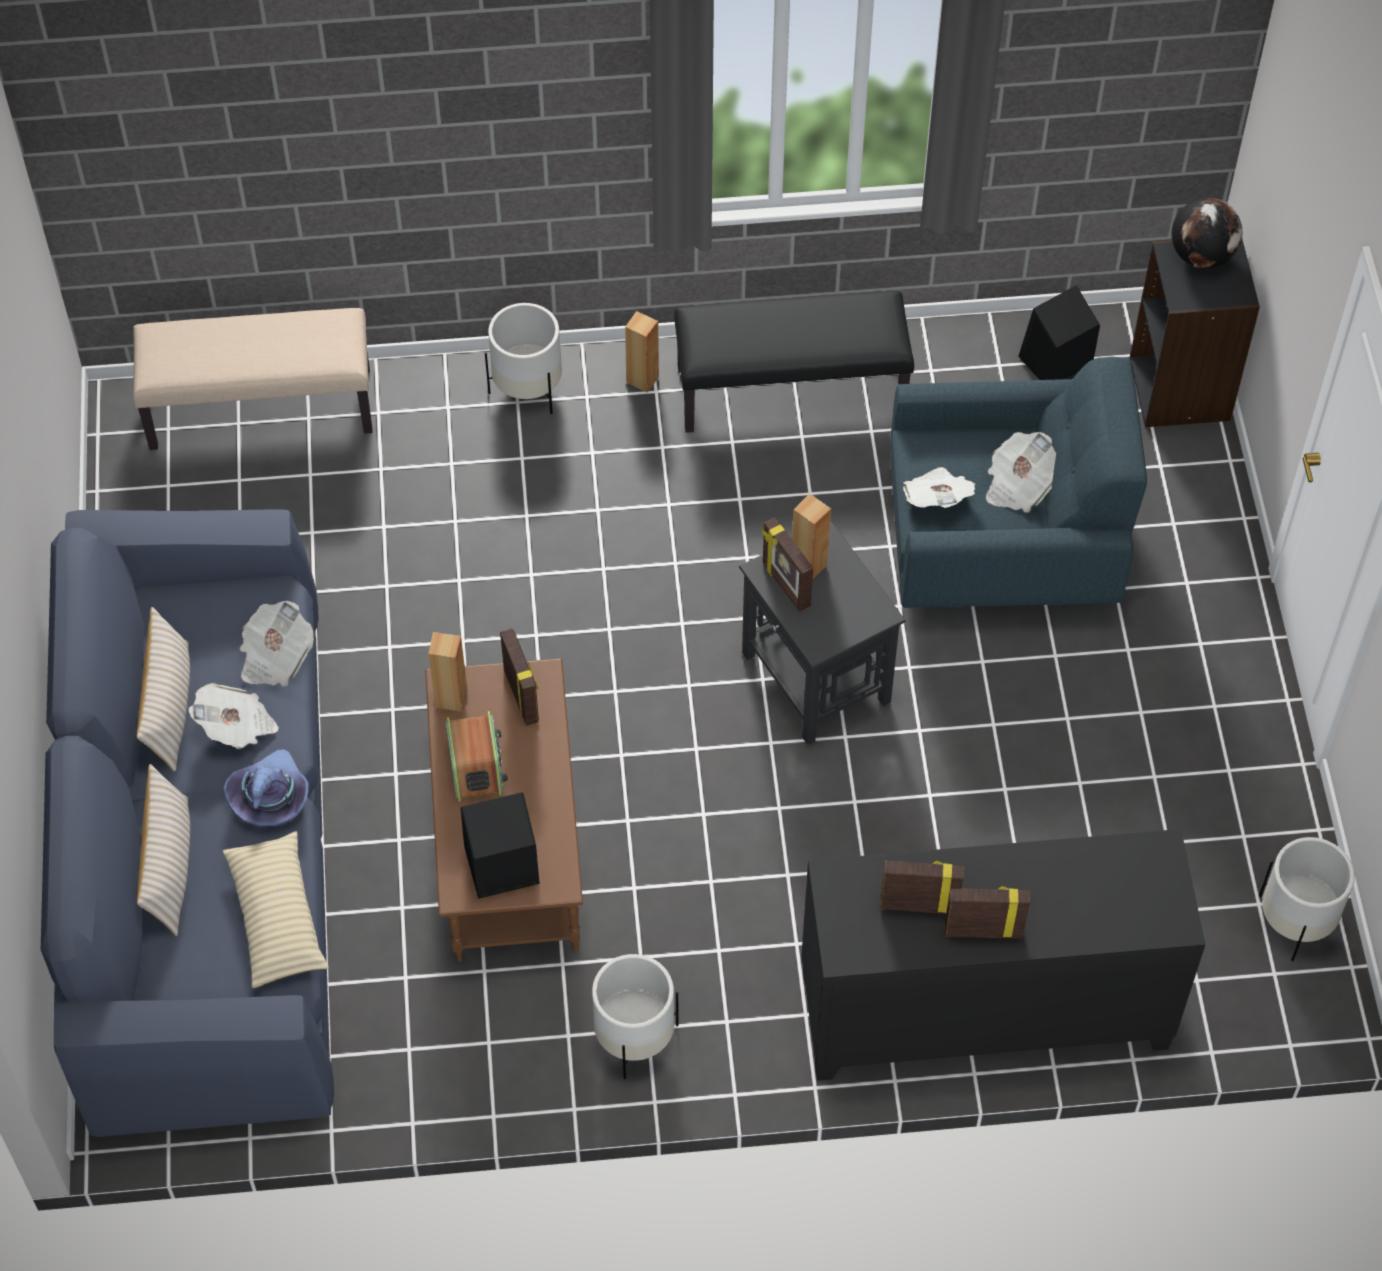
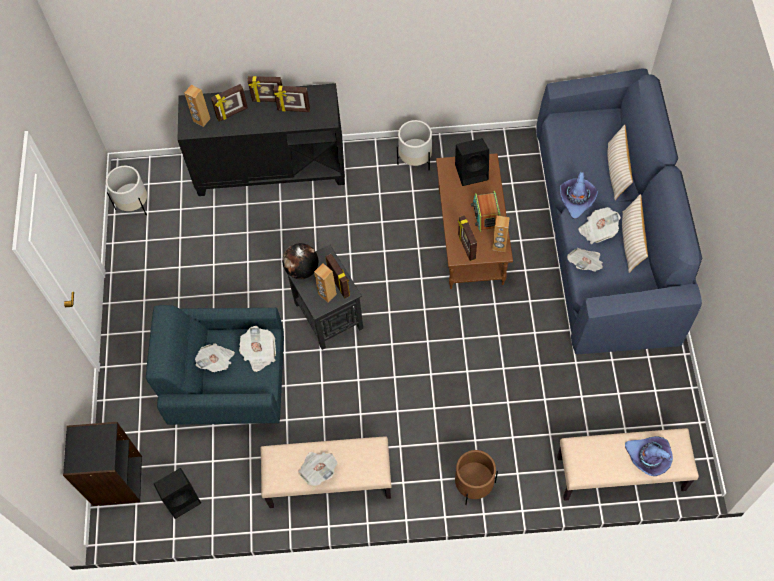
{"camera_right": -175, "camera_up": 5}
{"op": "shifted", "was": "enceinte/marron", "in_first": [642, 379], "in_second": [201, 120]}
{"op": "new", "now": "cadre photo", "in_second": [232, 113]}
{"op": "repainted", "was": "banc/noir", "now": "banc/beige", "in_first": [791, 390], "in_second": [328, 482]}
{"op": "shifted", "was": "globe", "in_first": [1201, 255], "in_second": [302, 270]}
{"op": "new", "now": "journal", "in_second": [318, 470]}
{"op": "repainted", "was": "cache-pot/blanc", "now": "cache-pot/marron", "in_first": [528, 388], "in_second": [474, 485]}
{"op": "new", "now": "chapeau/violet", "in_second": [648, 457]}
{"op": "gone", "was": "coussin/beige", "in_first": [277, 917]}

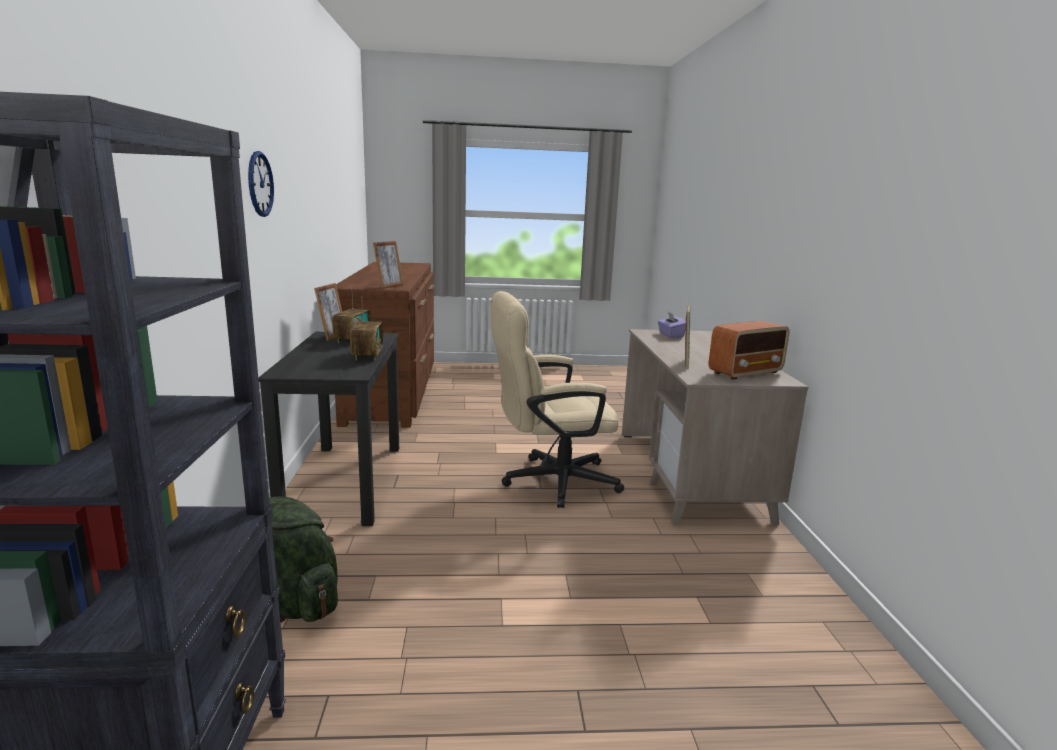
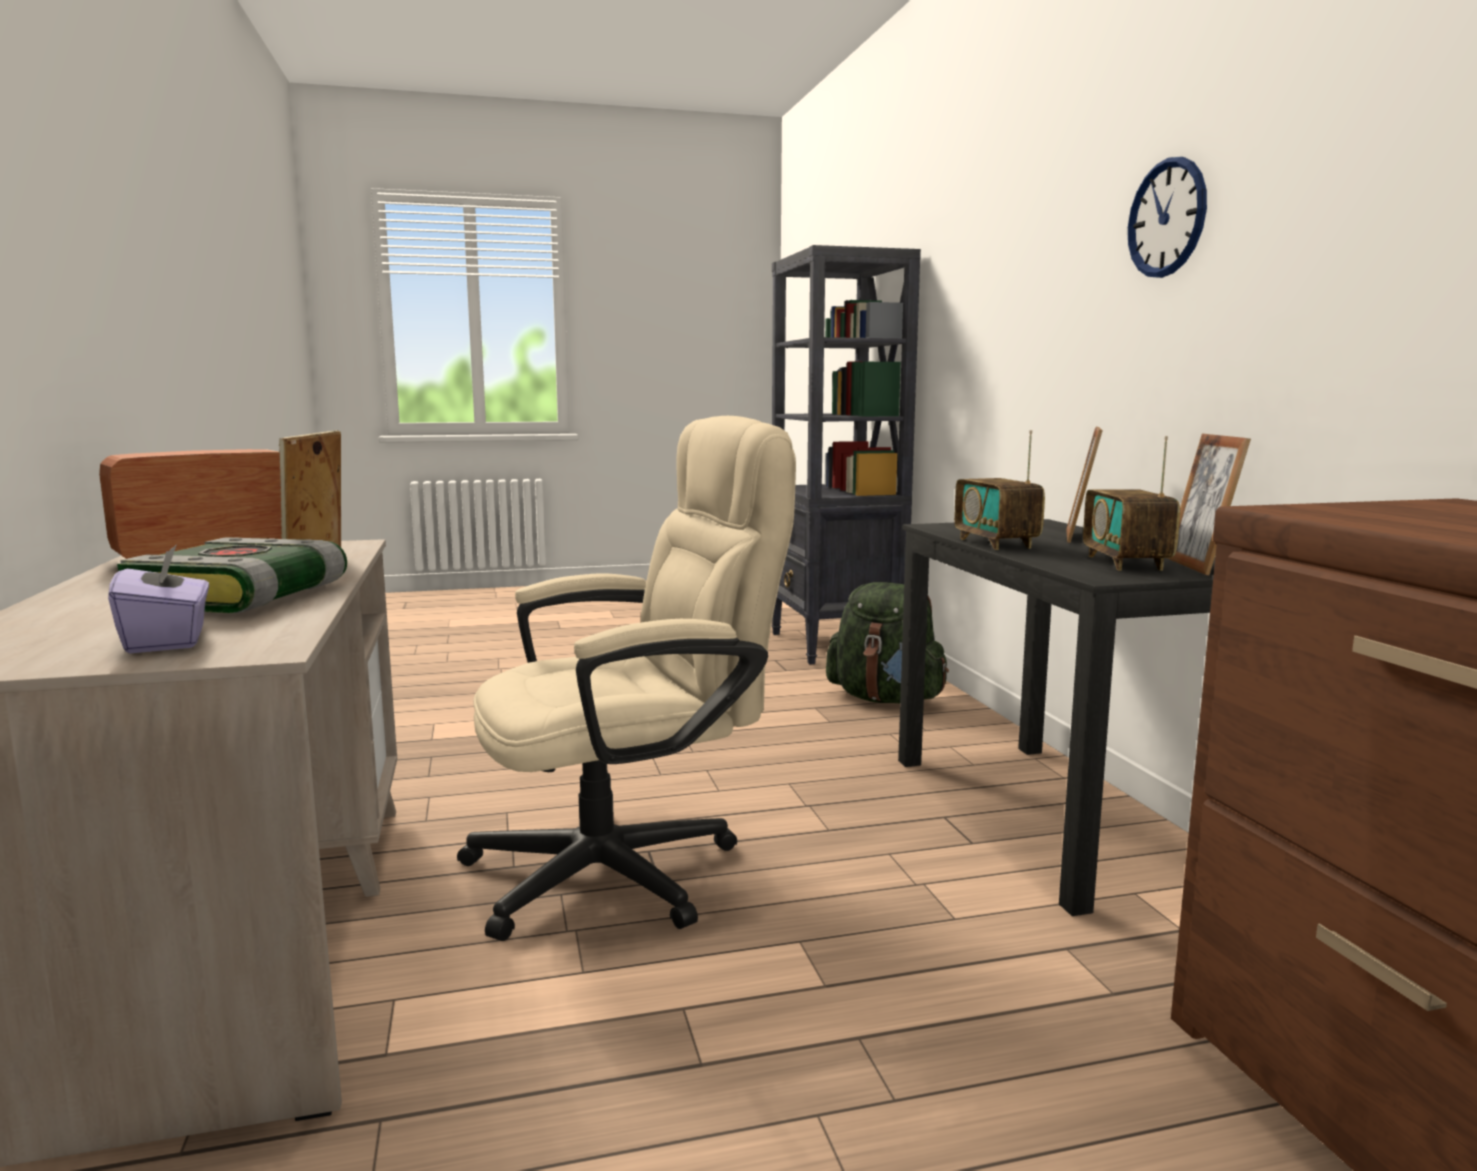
{"camera_right": 170, "camera_up": -5}
{"op": "new", "now": "livre", "in_second": [242, 598]}
{"op": "shifted", "was": "cadre photo", "in_first": [389, 286], "in_second": [1079, 537]}

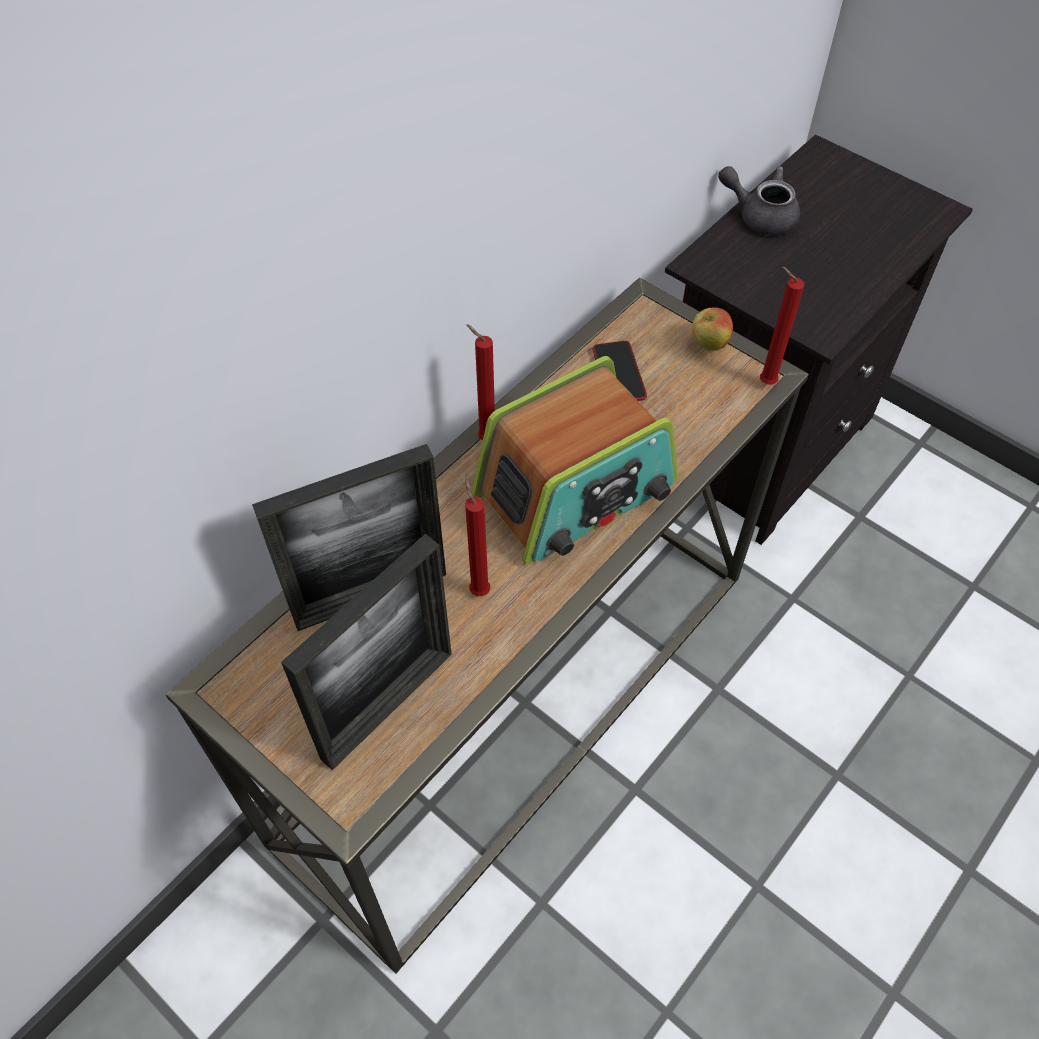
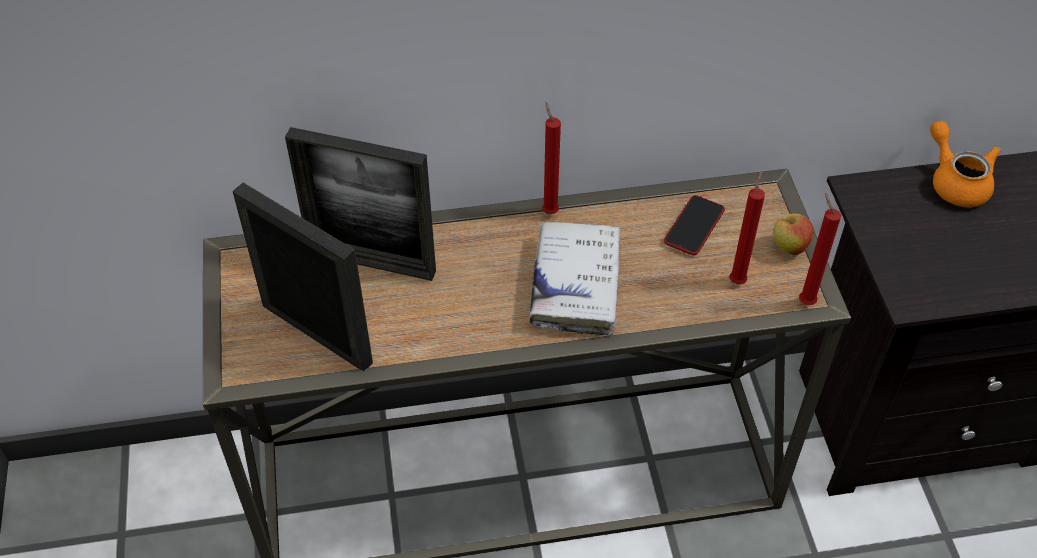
{"camera_right": 40, "camera_up": -5}
{"op": "rotated", "was": "cadre photo", "in_first": [387, 705], "in_second": [317, 334], "clockwise": -135}
{"op": "swapped", "was": "radio", "now": "livre/blanc", "in_first": [576, 491], "in_second": [575, 285]}
{"op": "shifted", "was": "bougie/rouge", "in_first": [478, 588], "in_second": [738, 280]}
{"op": "repainted", "was": "théière/gris", "now": "théière/orange", "in_first": [760, 216], "in_second": [956, 182]}

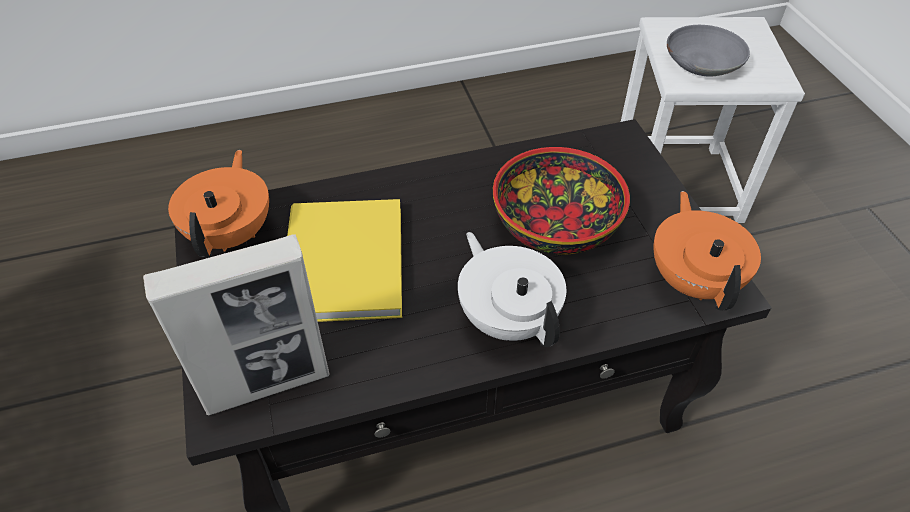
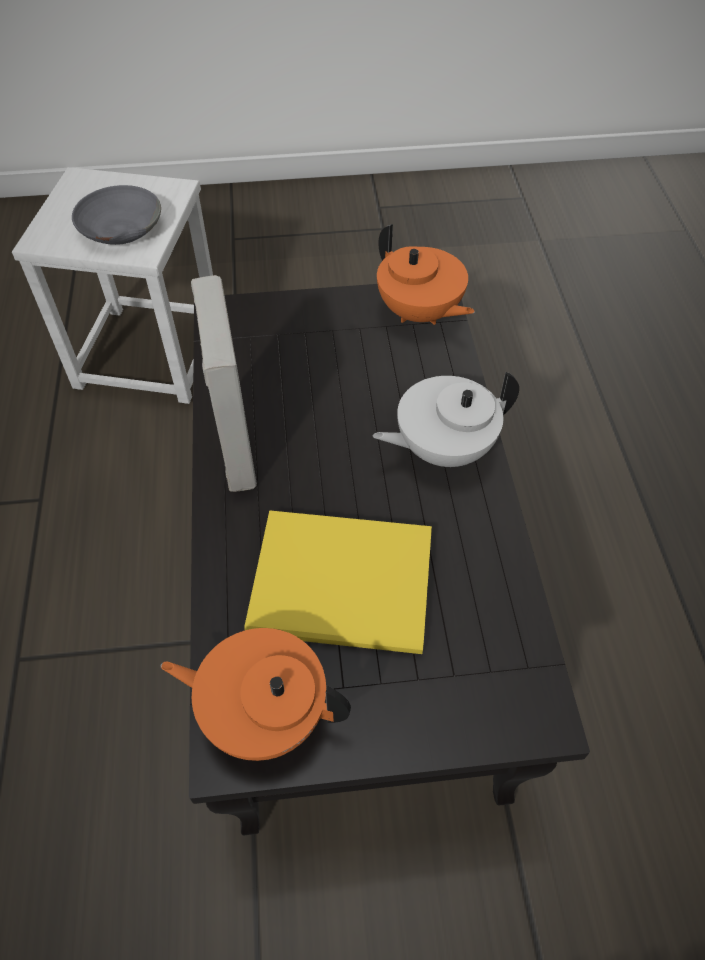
{"camera_right": -80, "camera_up": 5}
{"op": "shifted", "was": "cadre photo", "in_first": [268, 385], "in_second": [236, 446]}
{"op": "rotated", "was": "théière/orange", "in_first": [694, 280], "in_second": [419, 313], "clockwise": -135}
{"op": "gone", "was": "bol", "in_first": [557, 226]}

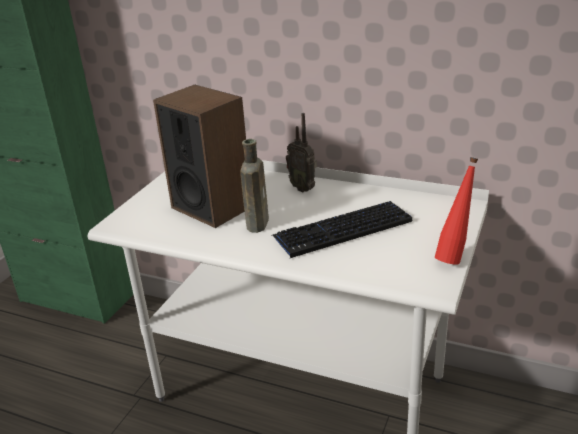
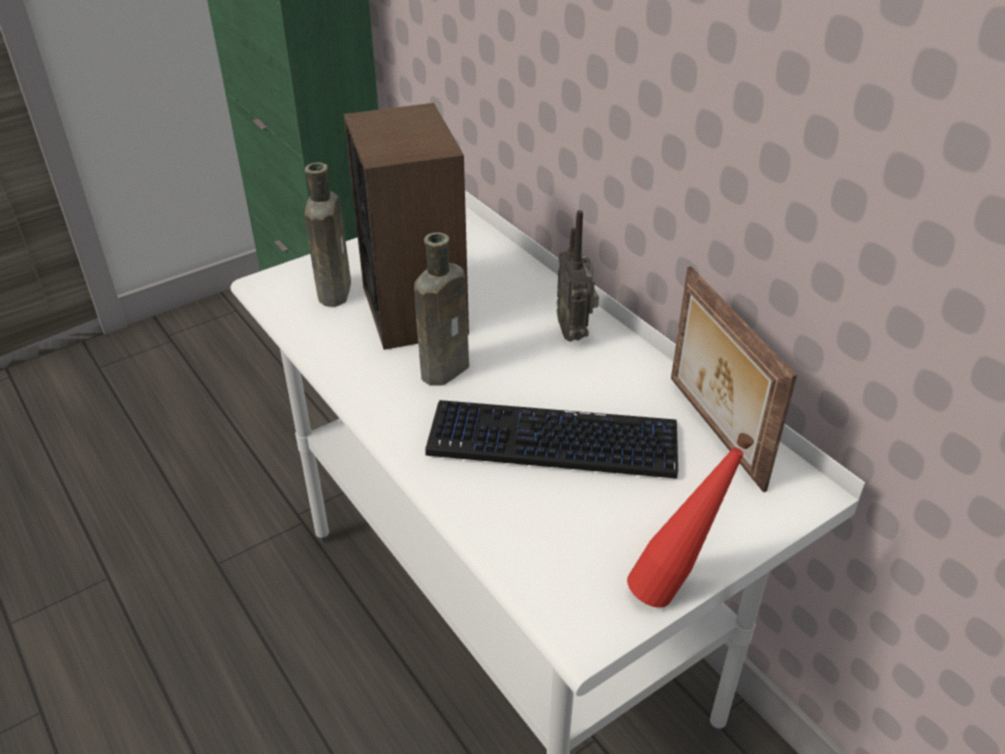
{"camera_right": 30, "camera_up": 10}
{"op": "new", "now": "bouteille/marron", "in_second": [335, 290]}
{"op": "new", "now": "cadre photo", "in_second": [712, 432]}

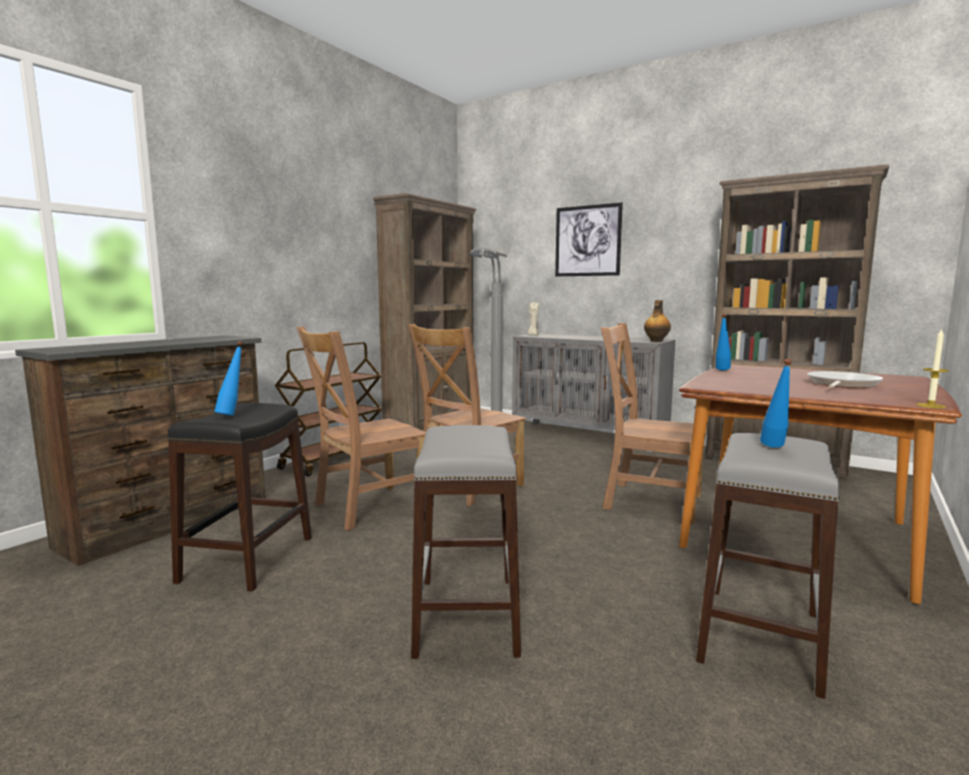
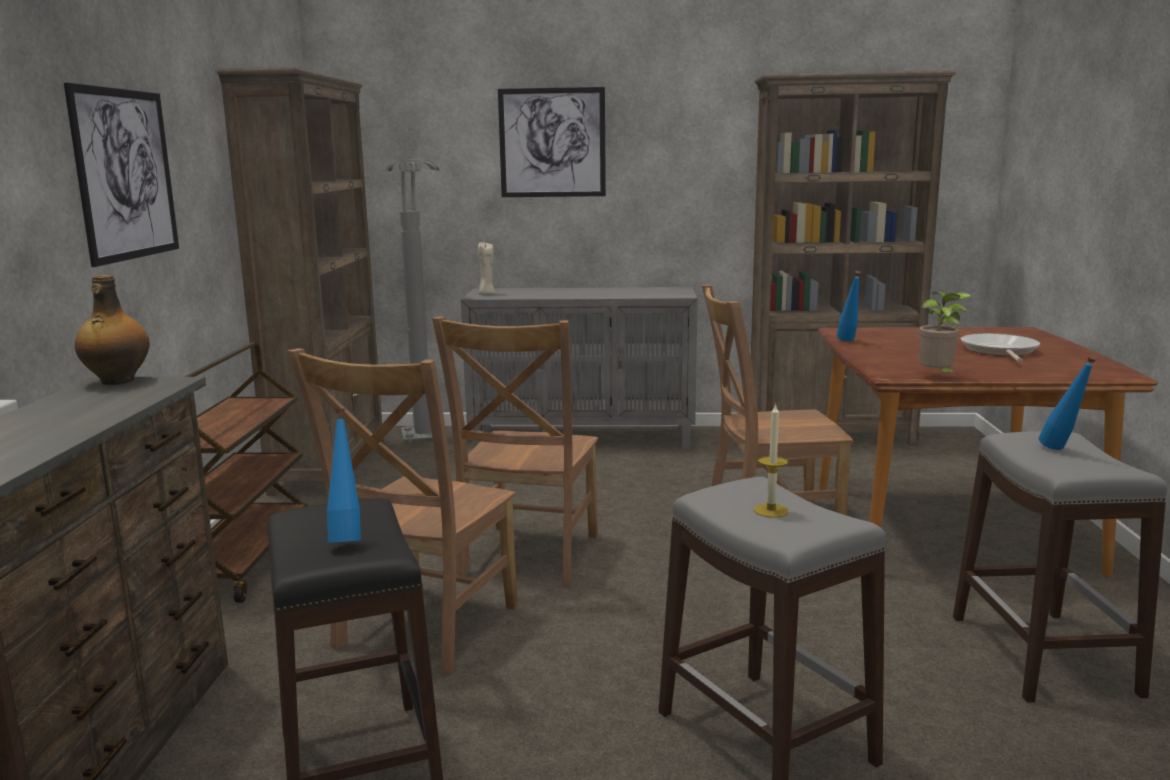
{"camera_right": -30, "camera_up": 5}
{"op": "new", "now": "tableau", "in_second": [126, 174]}
{"op": "shifted", "was": "bouteille", "in_first": [656, 341], "in_second": [117, 381]}
{"op": "shifted", "was": "bougie", "in_first": [930, 406], "in_second": [771, 510]}
{"op": "new", "now": "plante en pot", "in_second": [937, 377]}

